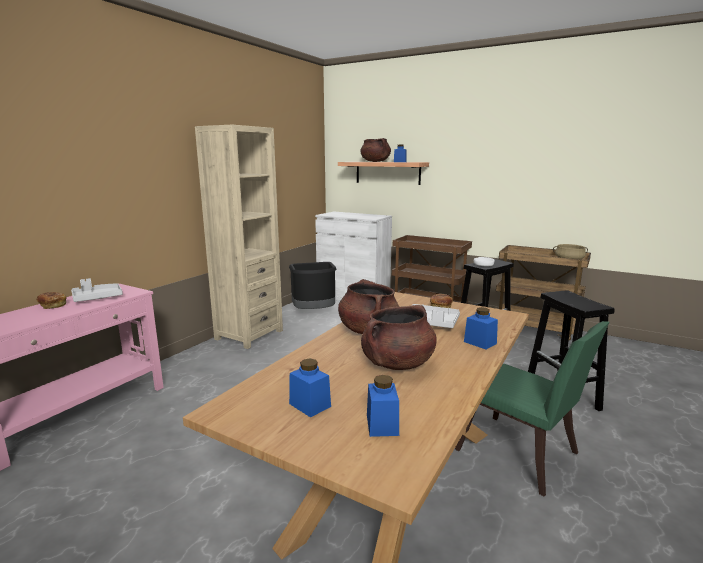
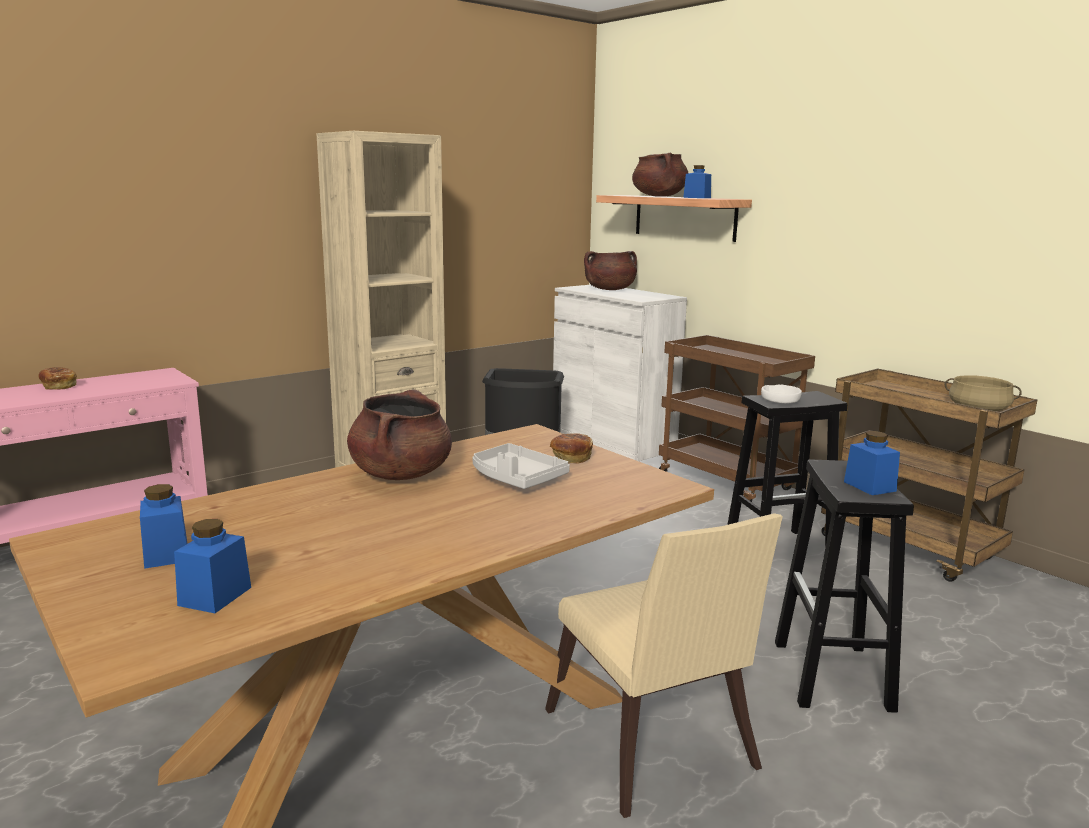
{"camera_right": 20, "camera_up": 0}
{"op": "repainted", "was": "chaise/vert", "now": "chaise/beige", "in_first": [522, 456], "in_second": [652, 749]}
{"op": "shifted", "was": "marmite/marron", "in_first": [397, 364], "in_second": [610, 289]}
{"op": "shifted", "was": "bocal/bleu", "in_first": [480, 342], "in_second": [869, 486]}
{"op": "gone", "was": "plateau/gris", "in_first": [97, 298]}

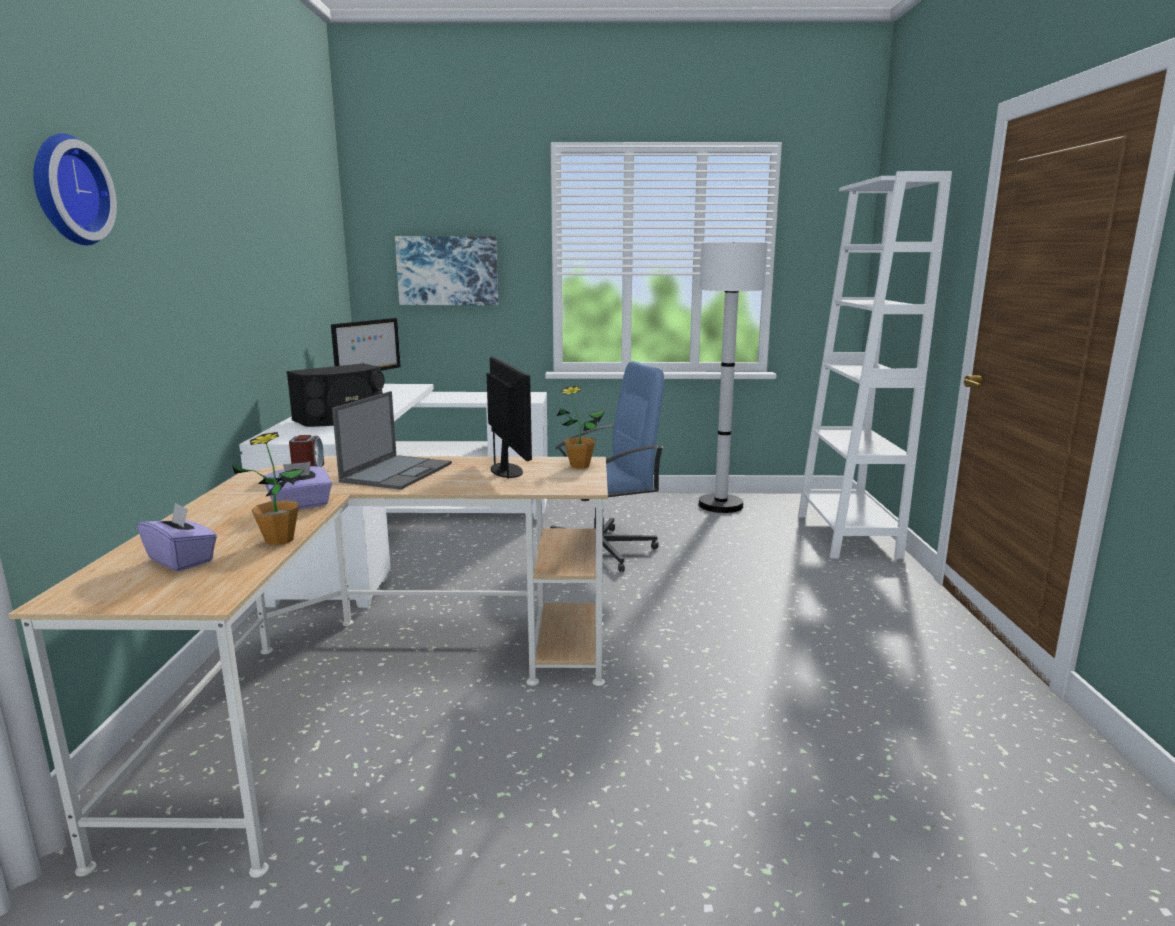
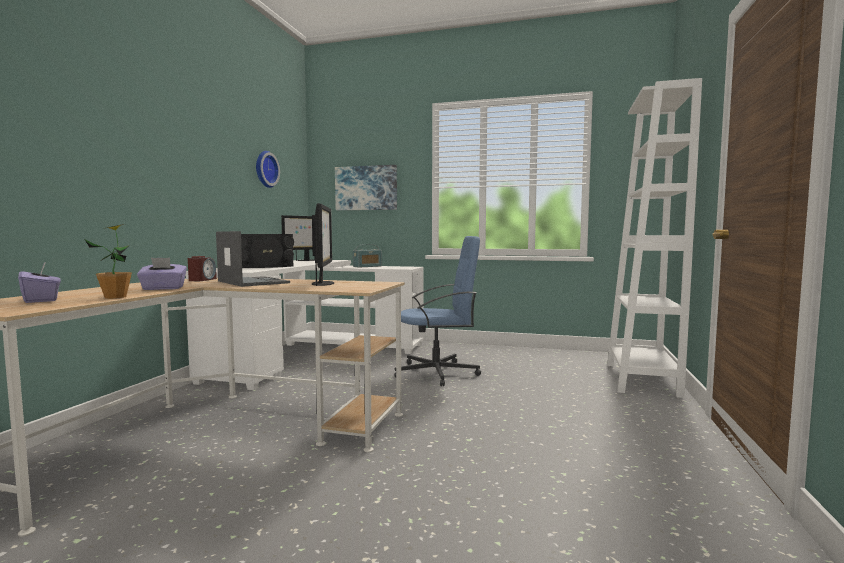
{"camera_right": 15, "camera_up": -10}
{"op": "rotated", "was": "ordinateur portable", "in_first": [397, 472], "in_second": [252, 282], "clockwise": -75}
{"op": "shifted", "was": "horloge murale", "in_first": [66, 190], "in_second": [265, 169]}
{"op": "new", "now": "radio", "in_second": [367, 266]}
{"op": "gone", "was": "plante en pot", "in_first": [580, 465]}
{"op": "gone", "was": "lampadaire/blanc", "in_first": [720, 505]}

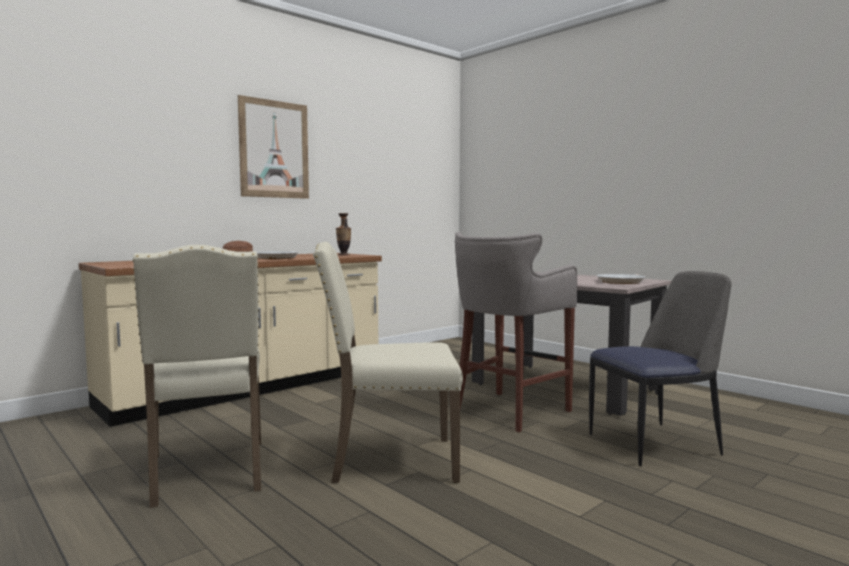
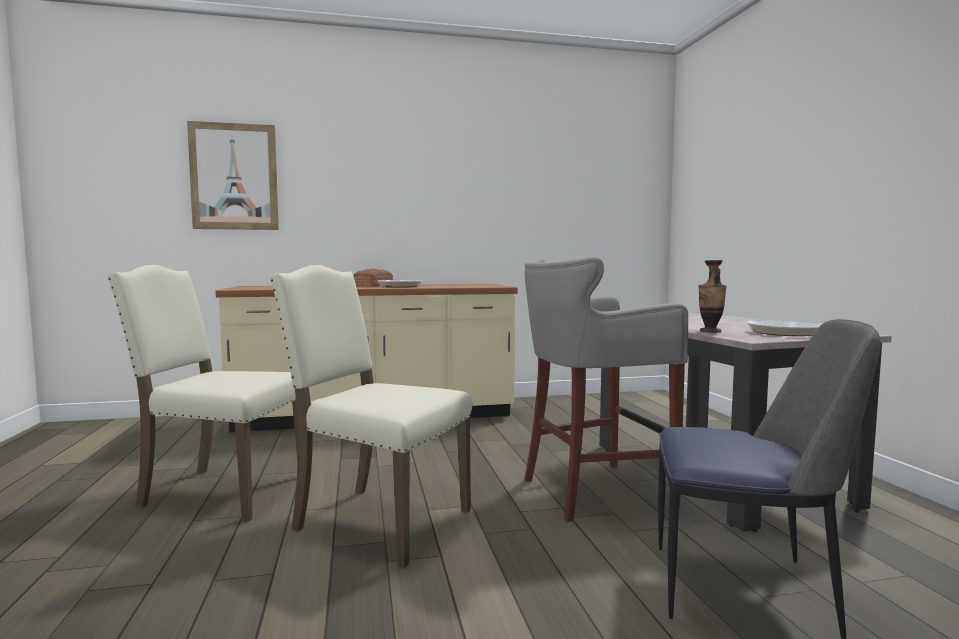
{"camera_right": 30, "camera_up": 0}
{"op": "rotated", "was": "chaise/beige", "in_first": [207, 473], "in_second": [221, 491], "clockwise": 90}
{"op": "shifted", "was": "tableau", "in_first": [274, 149], "in_second": [234, 177]}
{"op": "shifted", "was": "vase", "in_first": [343, 255], "in_second": [710, 331]}

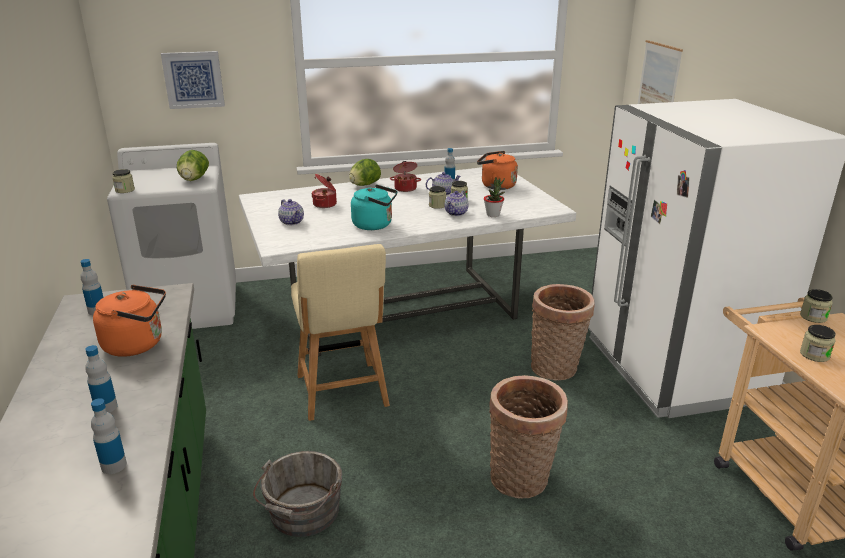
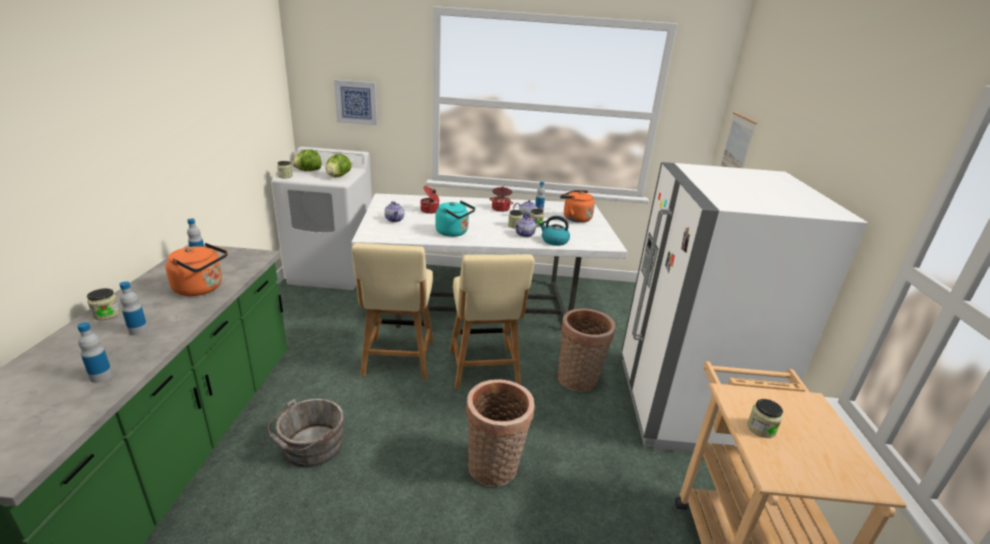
{"camera_right": 15, "camera_up": 0}
{"op": "shifted", "was": "bocal", "in_first": [813, 317], "in_second": [106, 314]}
{"op": "shifted", "was": "laitue", "in_first": [364, 185], "in_second": [308, 171]}
{"op": "new", "now": "chaise/beige", "in_second": [484, 370]}
{"op": "swapped", "was": "plante en pot", "now": "bouilloire", "in_first": [493, 215], "in_second": [554, 241]}

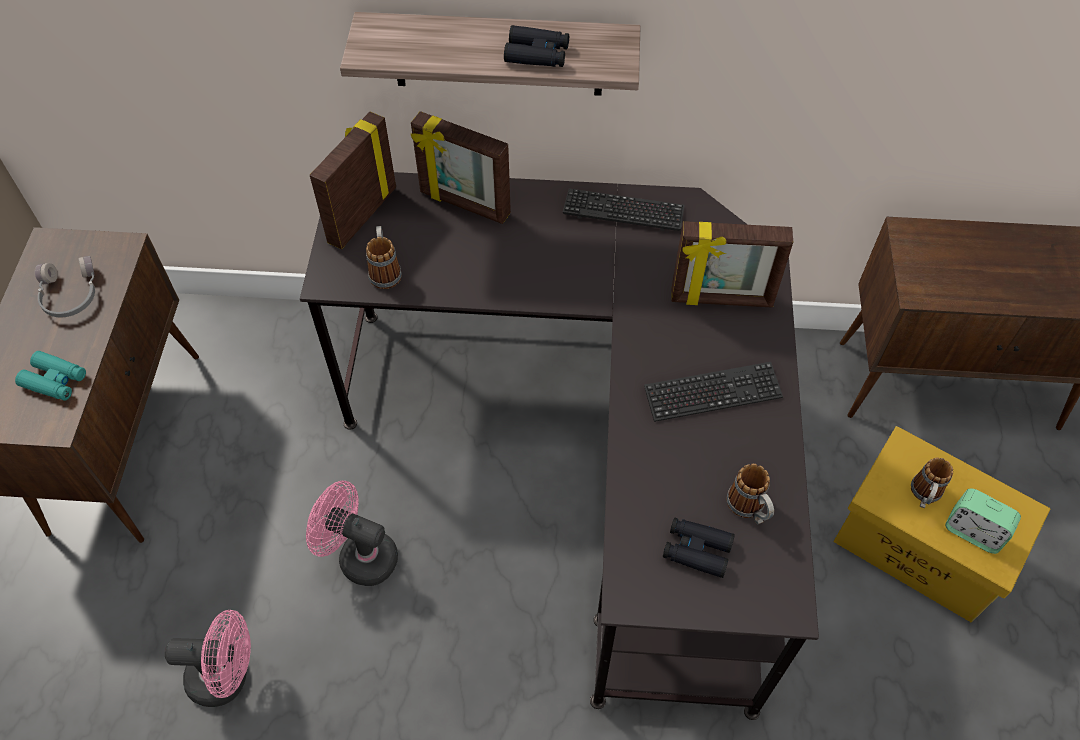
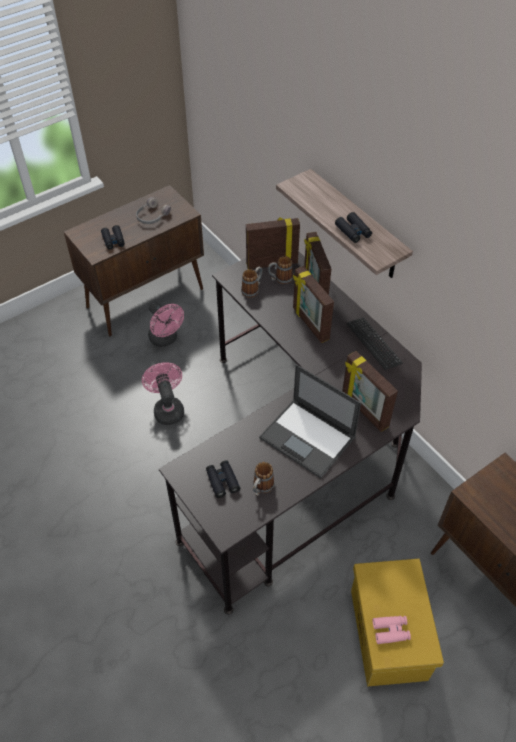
{"camera_right": 50, "camera_up": -5}
{"op": "repainted", "was": "jumelles/turquoise", "now": "jumelles/noir", "in_first": [55, 380], "in_second": [113, 240]}
{"op": "shifted", "was": "ventilateur/rose", "in_first": [228, 677], "in_second": [166, 339]}
{"op": "swapped", "was": "clavier", "now": "ordinateur portable", "in_first": [712, 393], "in_second": [308, 438]}
{"op": "shifted", "was": "mug", "in_first": [924, 495], "in_second": [280, 279]}
{"op": "new", "now": "cadre photo", "in_second": [310, 324]}
{"op": "swapped", "was": "réveil", "now": "jumelles/rose", "in_first": [973, 531], "in_second": [391, 631]}

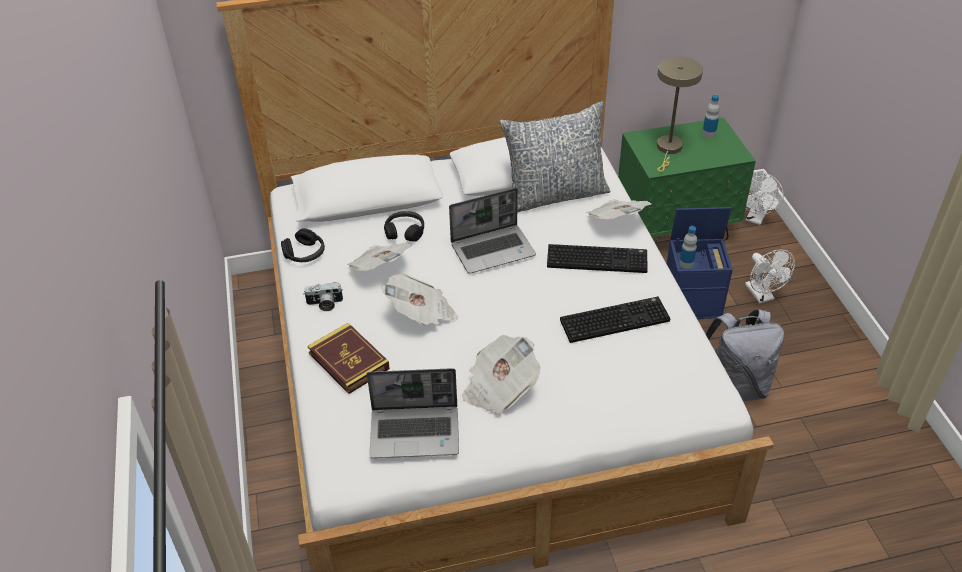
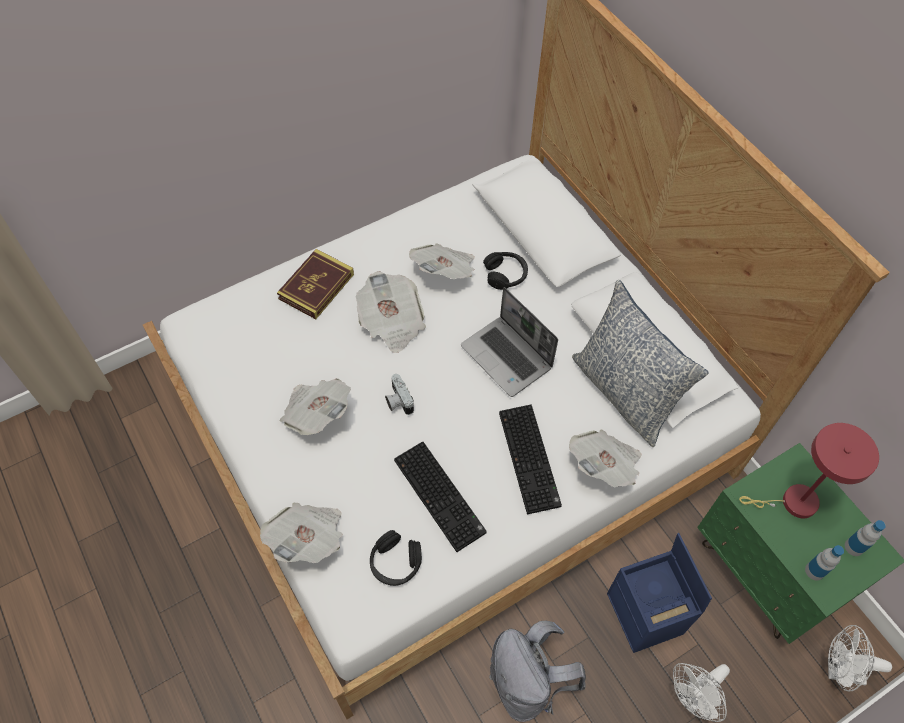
{"camera_right": 70, "camera_up": 15}
{"op": "new", "now": "journal", "in_second": [308, 538]}
{"op": "shifted", "was": "casque audio/noir", "in_first": [305, 254], "in_second": [395, 563]}
{"op": "shifted", "was": "appareil photo", "in_first": [324, 304], "in_second": [398, 401]}
{"op": "repainted", "was": "lampe de table/beige", "now": "lampe de table/rouge", "in_first": [668, 149], "in_second": [793, 503]}
{"op": "shifted", "was": "bouteille", "in_first": [686, 263], "in_second": [814, 571]}
{"op": "gone", "was": "ordinateur portable", "in_first": [416, 432]}

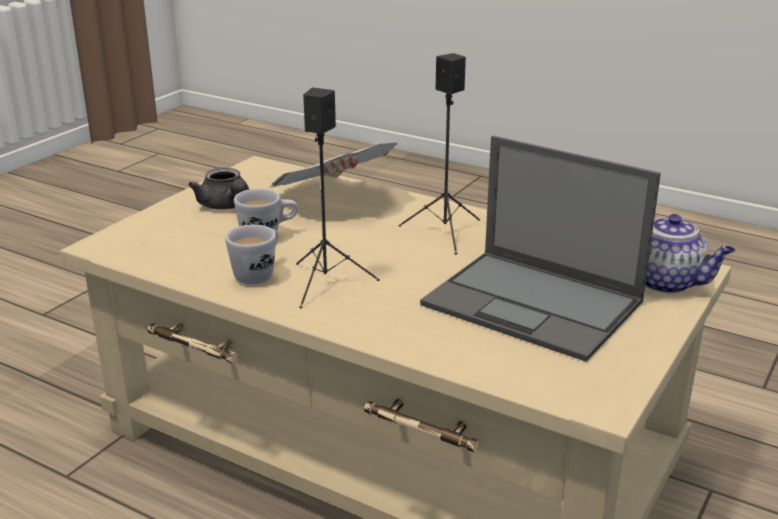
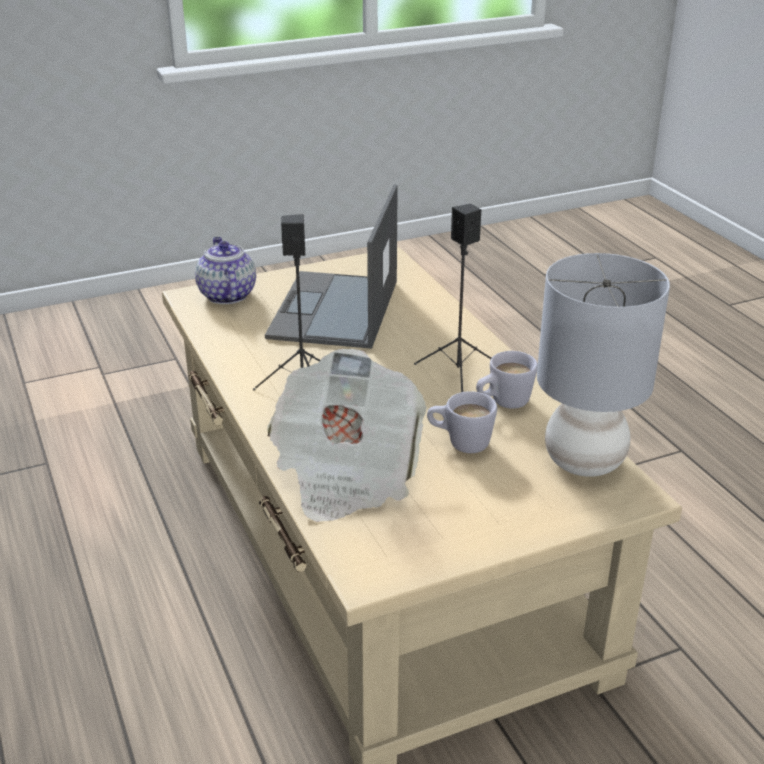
{"camera_right": -145, "camera_up": 5}
{"op": "rotated", "was": "ordinateur portable", "in_first": [535, 304], "in_second": [334, 311], "clockwise": -150}
{"op": "new", "now": "lampe de table/gris", "in_second": [583, 462]}
{"op": "gone", "was": "théière/gris", "in_first": [226, 206]}

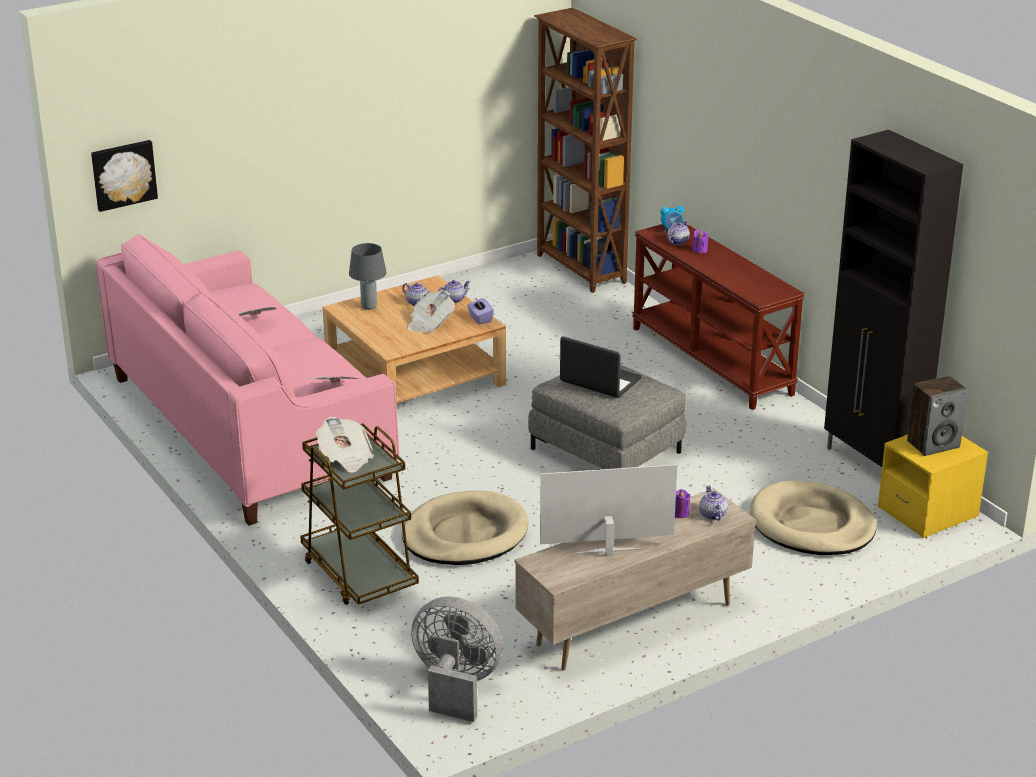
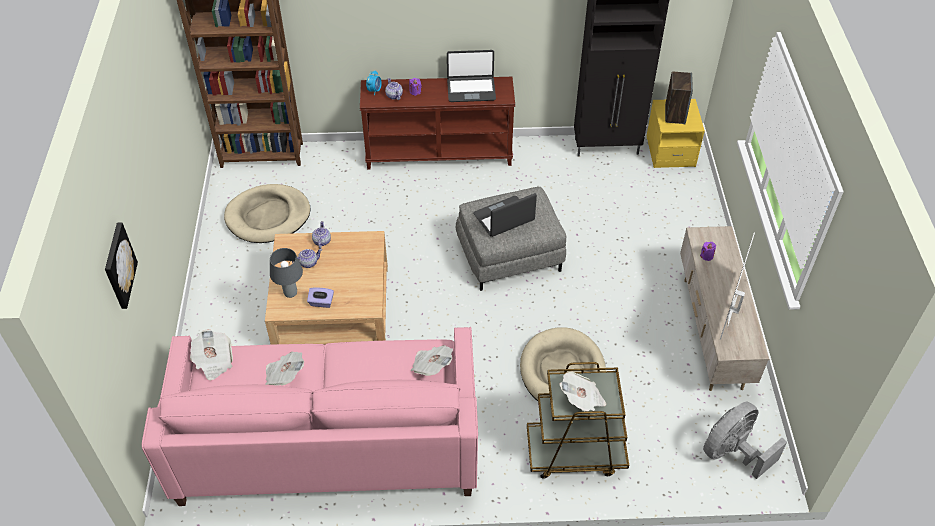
{"camera_right": -60, "camera_up": 20}
{"op": "shifted", "was": "tableau", "in_first": [123, 174], "in_second": [118, 265]}
{"op": "shifted", "was": "journal", "in_first": [430, 324], "in_second": [214, 361]}
{"op": "shifted", "was": "panier pour chien/beige", "in_first": [811, 525], "in_second": [268, 216]}
{"op": "shifted", "was": "boîte à mouchoirs/violet", "in_first": [480, 319], "in_second": [321, 302]}
{"op": "new", "now": "ordinateur portable", "in_second": [471, 89]}
{"op": "gone", "was": "théière", "in_first": [712, 515]}

